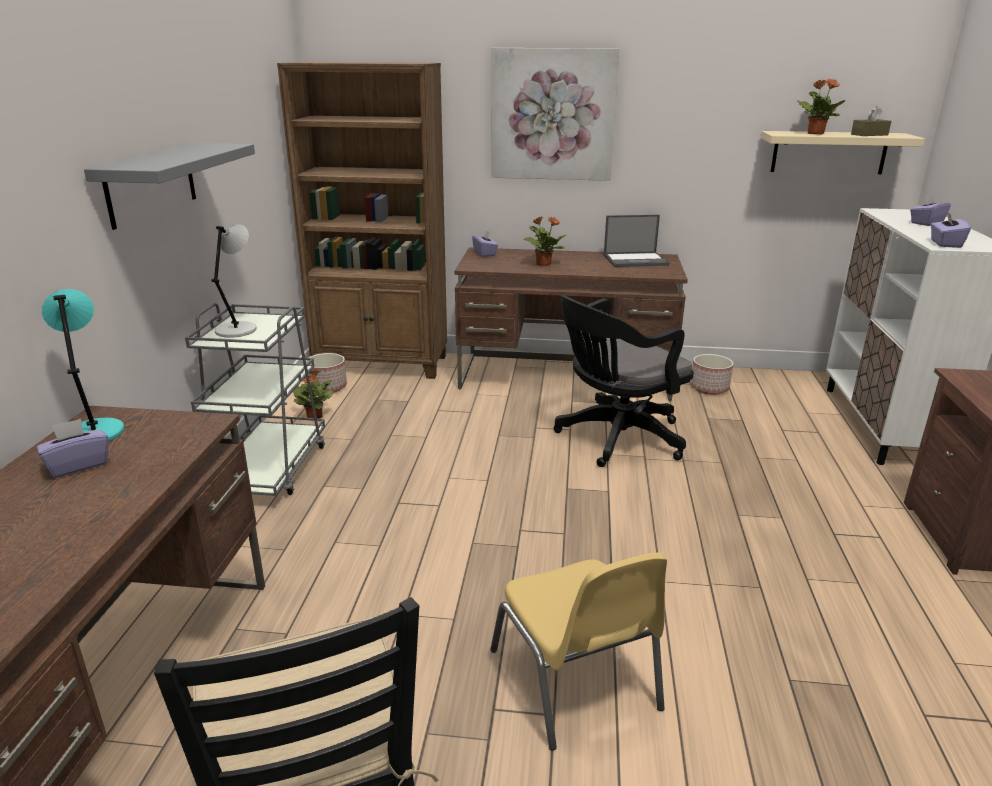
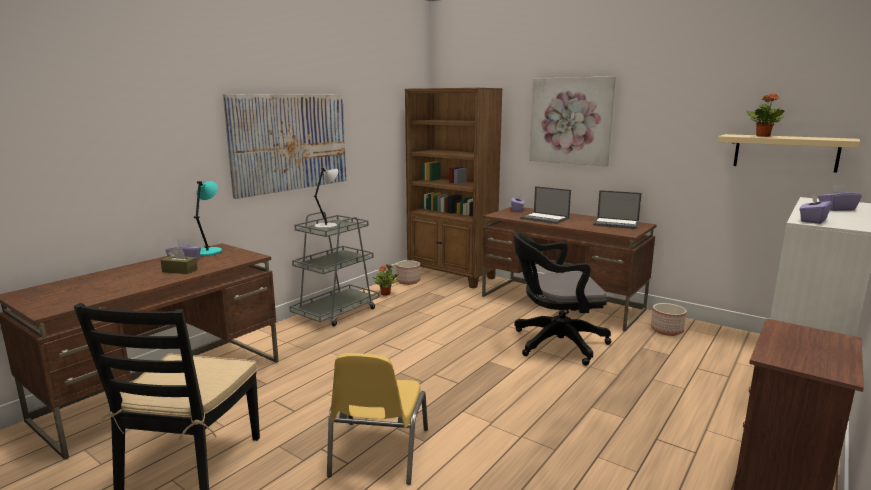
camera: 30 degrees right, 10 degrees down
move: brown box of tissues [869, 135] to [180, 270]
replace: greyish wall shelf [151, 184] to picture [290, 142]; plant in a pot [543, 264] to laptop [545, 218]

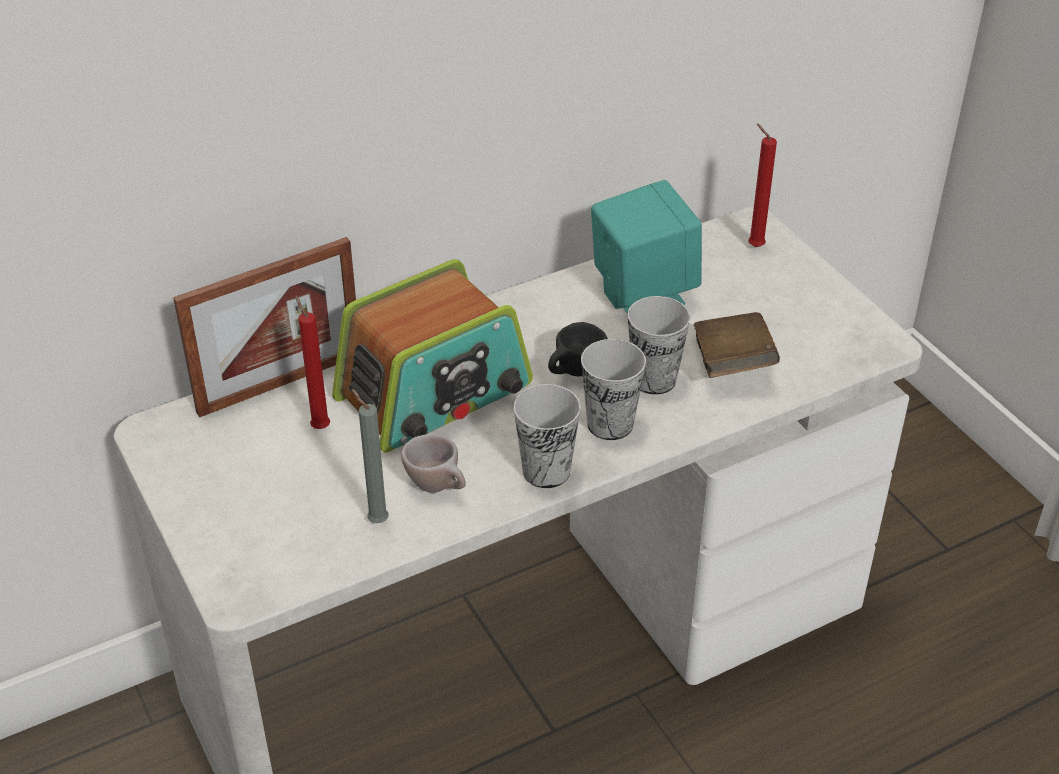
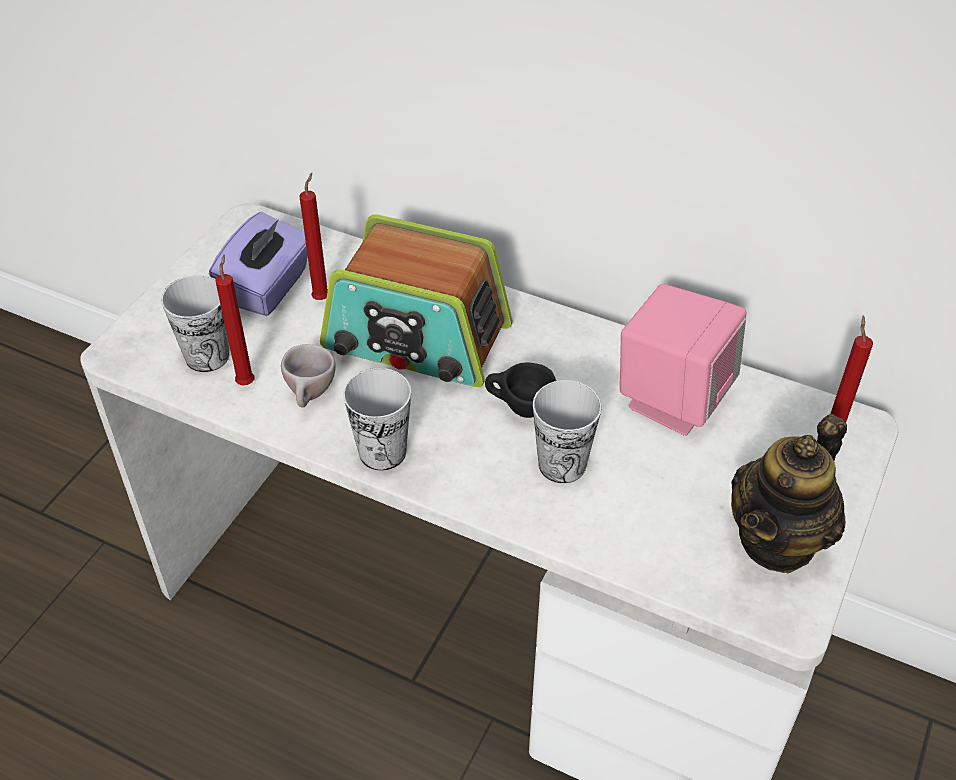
camera: 55 degrees right, 5 degrees up
delete: picture frame [280, 383]; brown volume [732, 364]
insert: purple box of tissues [267, 287]; teapot [778, 540]
move: small cup [610, 424] to [207, 356]
recolor: greyish wax light [375, 520] to red-coloured wax light [246, 381]; blue-green audio speaker [642, 292] to pinkish audio speaker [672, 398]

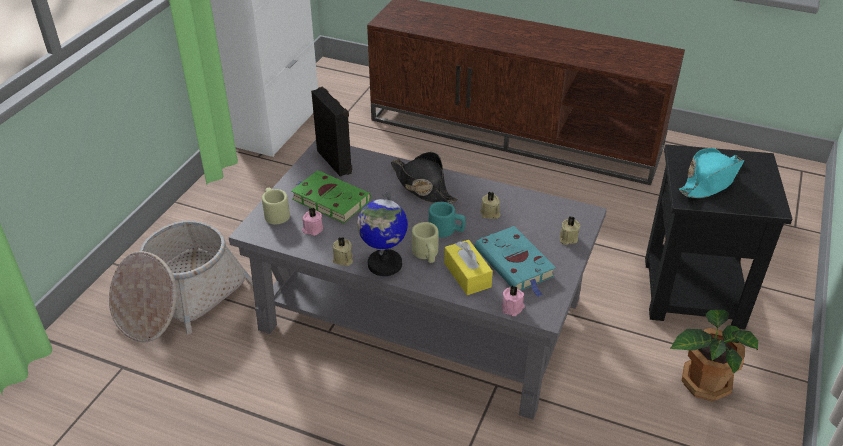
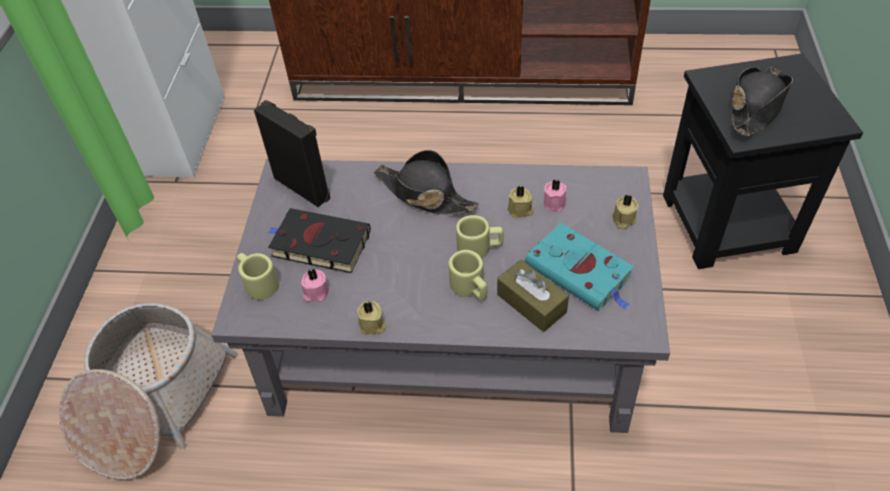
camera: 15 degrees left, 10 degrees up
delete: world globe [384, 264]; plant in a pot [703, 382]
move: pinkish wax light [513, 308] to [555, 203]
recolor: green volume [329, 199] to black volume [318, 244]; blue-green tea mug [446, 230] to beige-coloured tea mug [480, 247]; yellowish box of tissues [467, 275] to brown box of tissues [531, 303]; blue-green clothing hat [710, 181] to black clothing hat [756, 107]

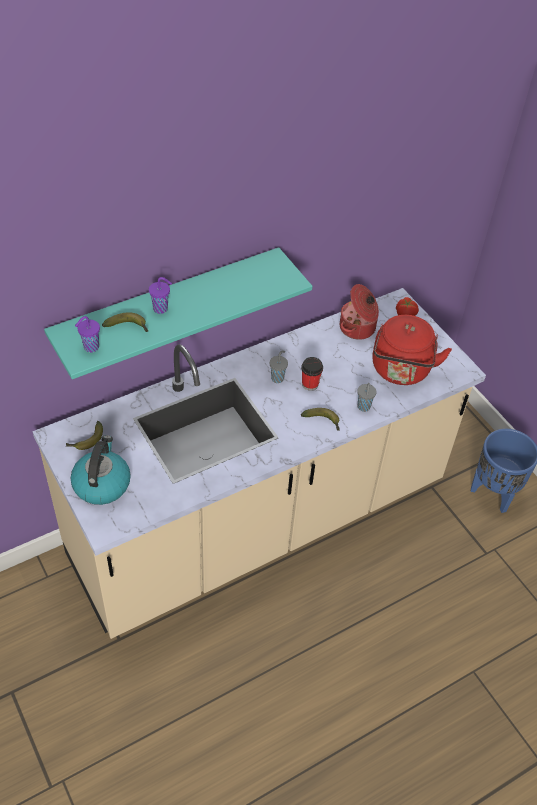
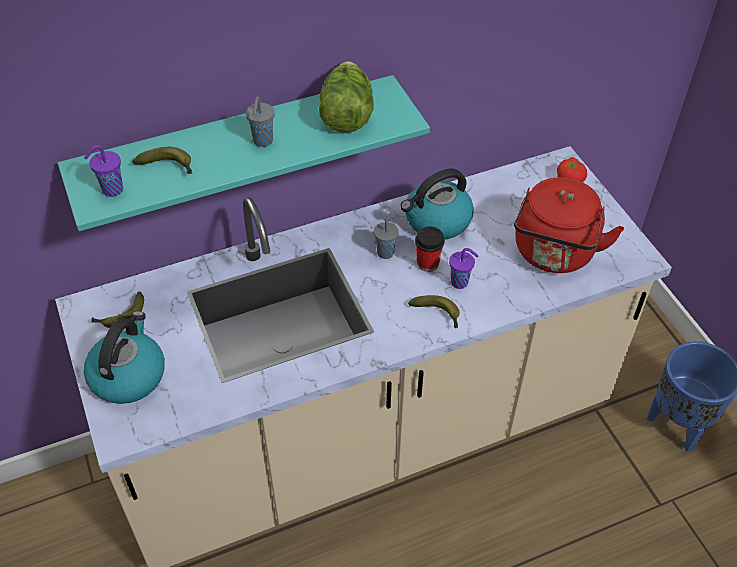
camera: 10 degrees right, 0 degrees up
delete: saucepot [358, 328]
insert: head of lettuce [346, 113]; kettle [436, 221]
move: purple small cup [161, 309] to [460, 282]; greyish small cup [363, 407] to [262, 141]

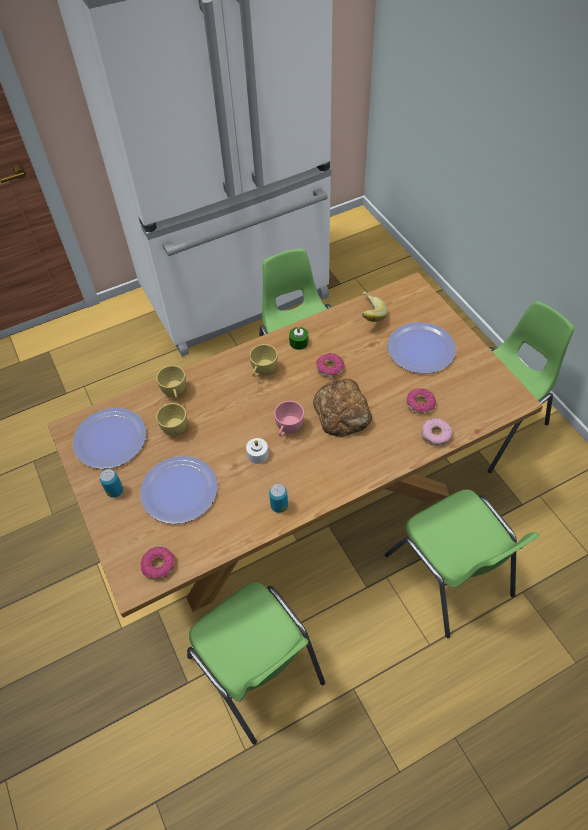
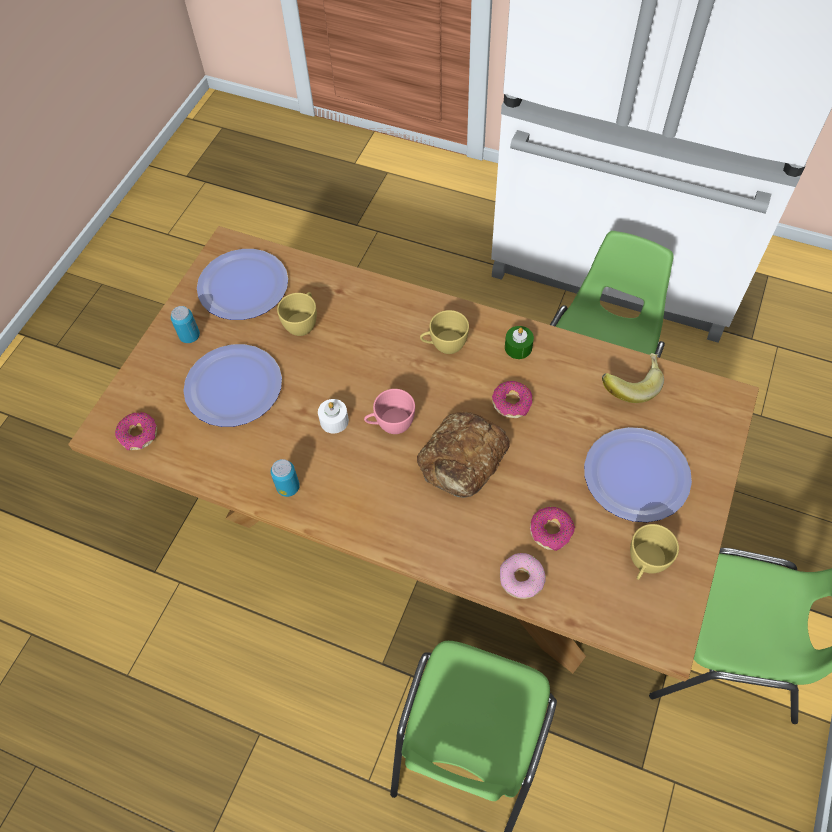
camera: 50 degrees right, 5 degrees up
delete: green chair [257, 671]
move: yellowish small cup [175, 394] to [645, 564]

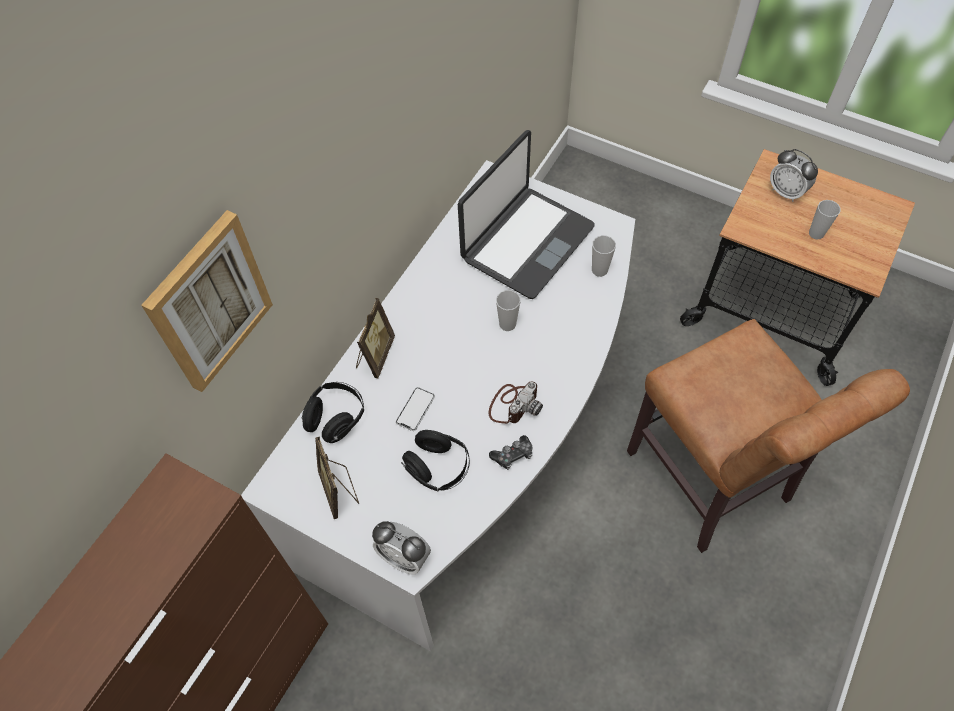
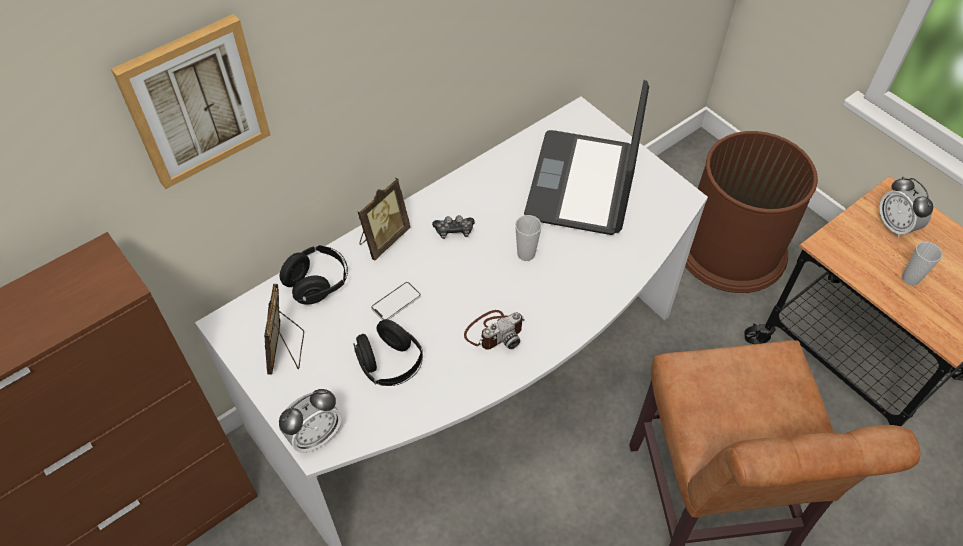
camera: 20 degrees right, 5 degrees down
delete: small cup [599, 270]
insert: brown rubbish bin [731, 248]
move: joypad [513, 455] to [454, 231]
rotate: table clock [404, 557] = [315, 436] 90 degrees counterclockwise; laptop [526, 242] = [583, 184] 135 degrees clockwise

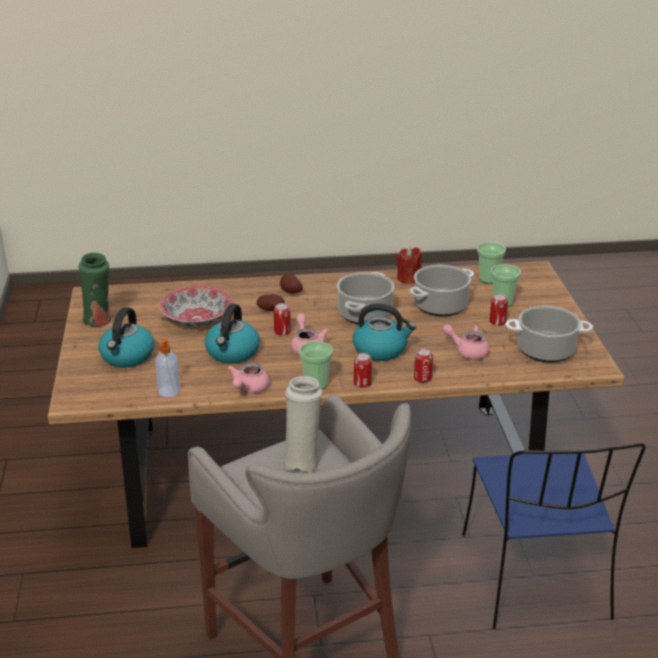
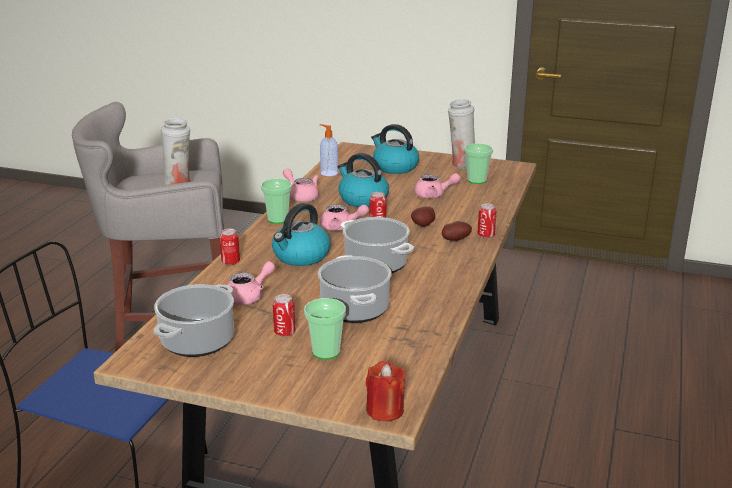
camera: 115 degrees right, 5 degrees down
move: metal can [362, 384] to [486, 235]; red-coloured wax light [408, 278] to [385, 410]; small cup [488, 279] to [476, 180]
replace: bowl [196, 319] to pinkish teapot [434, 195]
recolor: green decorative vase [99, 321] to white decorative vase [461, 164]

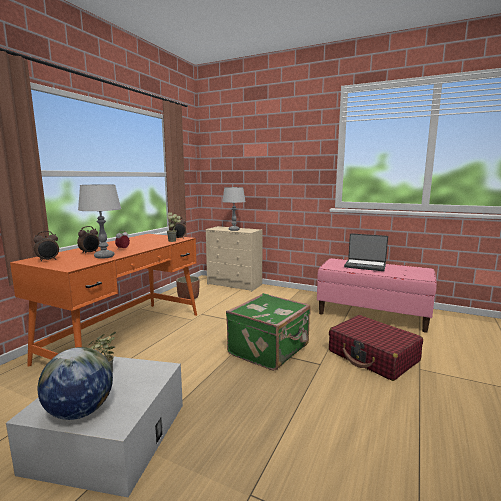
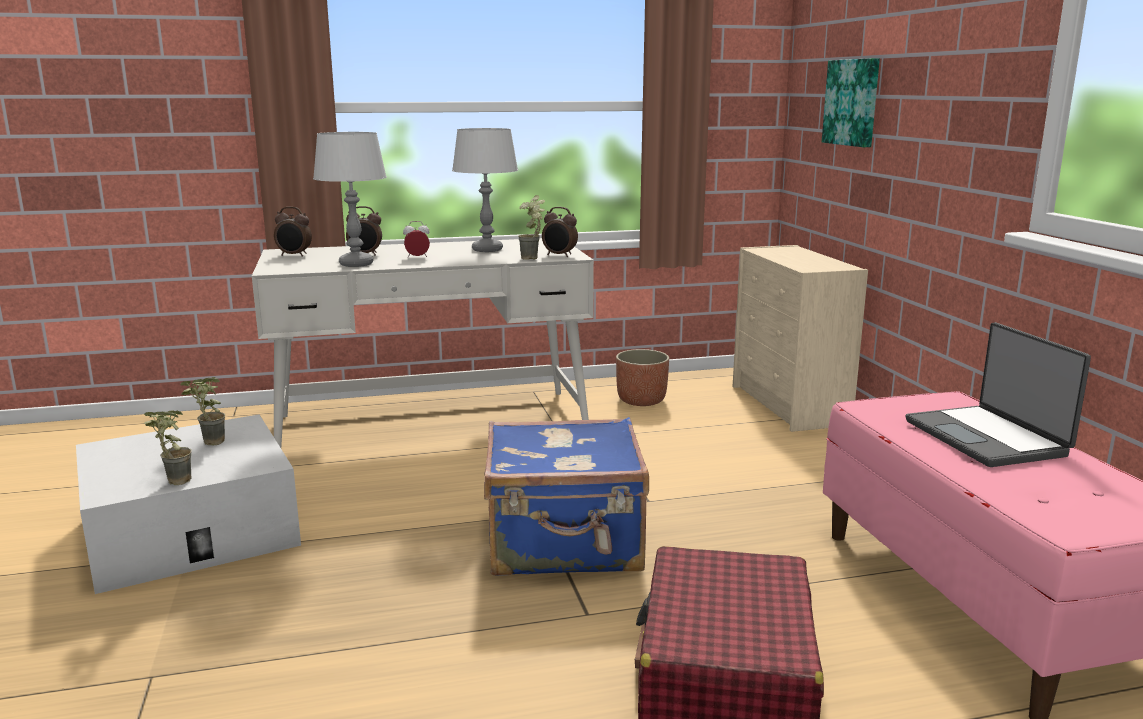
camera: 50 degrees right, 5 degrees up
delete: world globe [80, 411]
insert: plant in a pot [172, 482]; picture [853, 102]
move: greyish lamp for a table [234, 230] to [487, 250]
recolor: orangey desk unit [126, 336] to white desk unit [432, 425]; green suitcase [270, 350] to blue-coloured suitcase [565, 545]

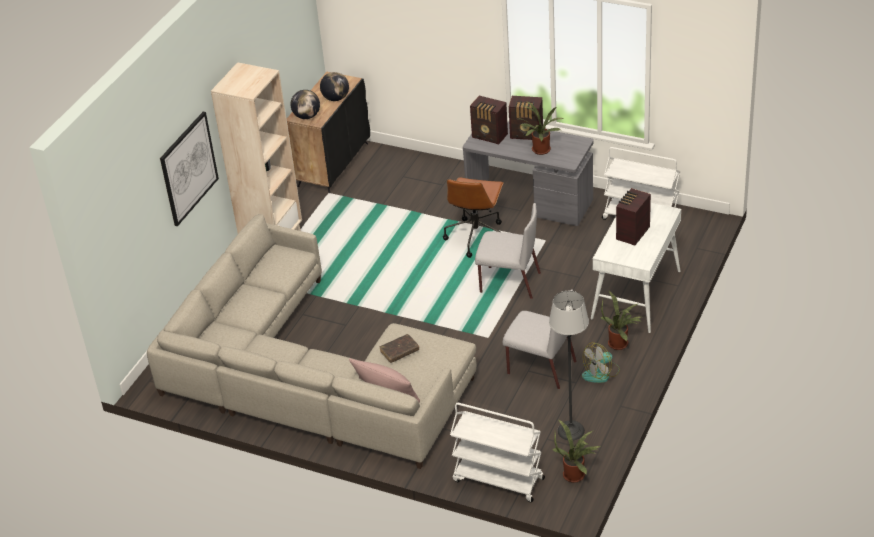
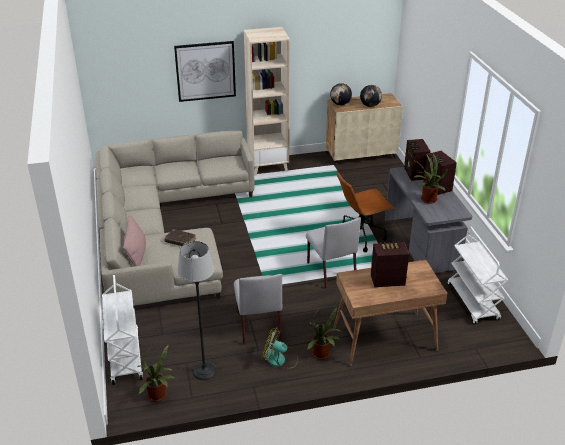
camera: 50 degrees right, 5 degrees down
recolor: black storage cabinet [333, 164] to beige-coloured storage cabinet [361, 155]; white desk unit [636, 295] to brown desk unit [384, 339]

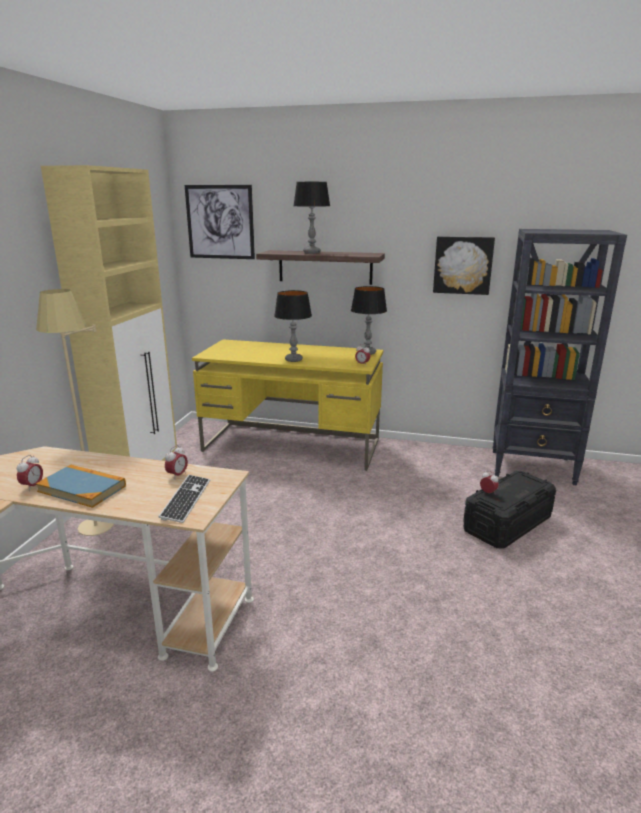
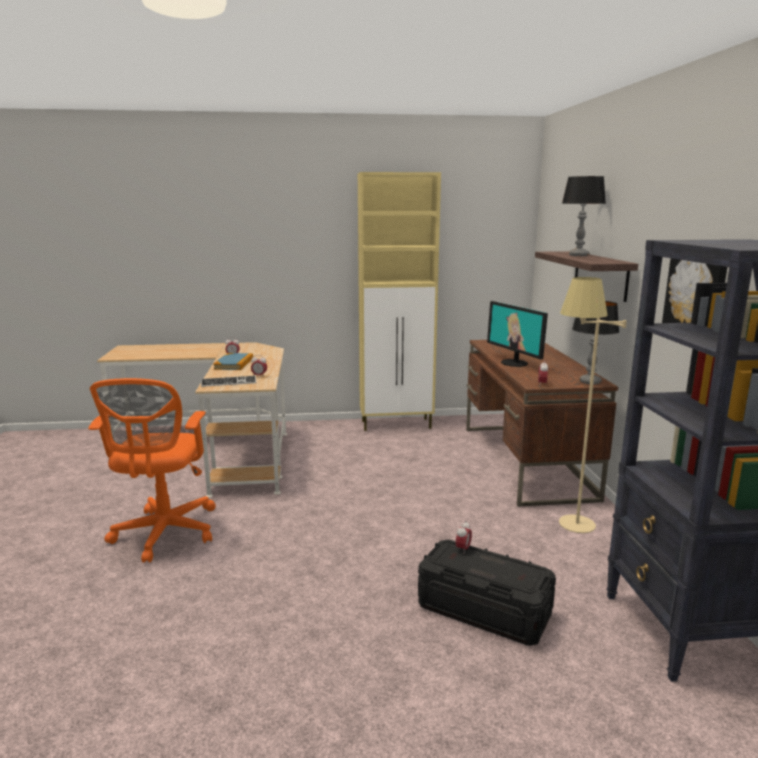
camera: 70 degrees right, 5 degrees down
delete: picture [220, 222]
insert: orangey desk chair [164, 534]
move: beige-coloured standing lamp [98, 533] to [570, 530]
replace: lamp for a table [294, 359] to monitor [514, 363]
recolor: yellowish desk unit [292, 445] to brown desk unit [525, 462]

